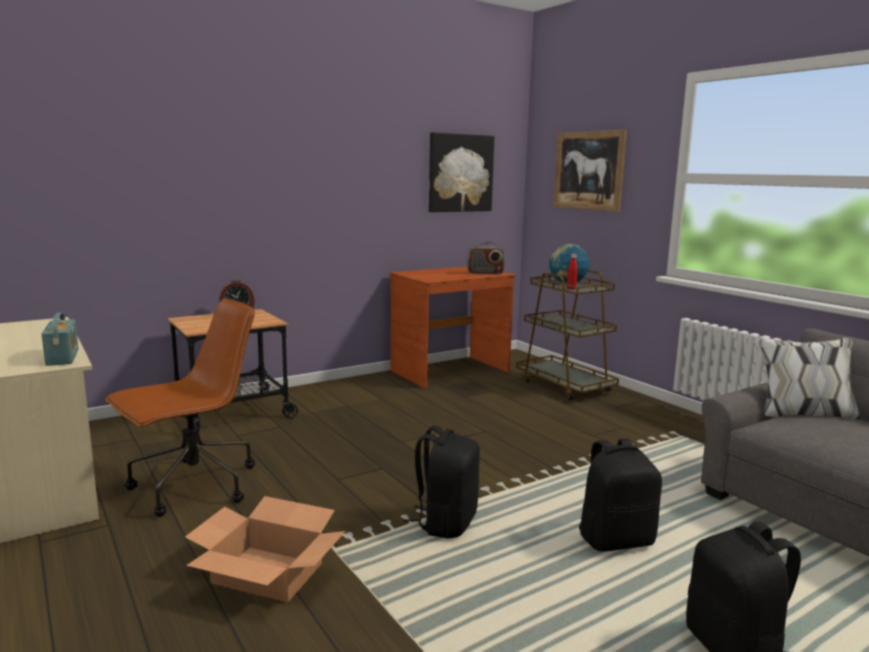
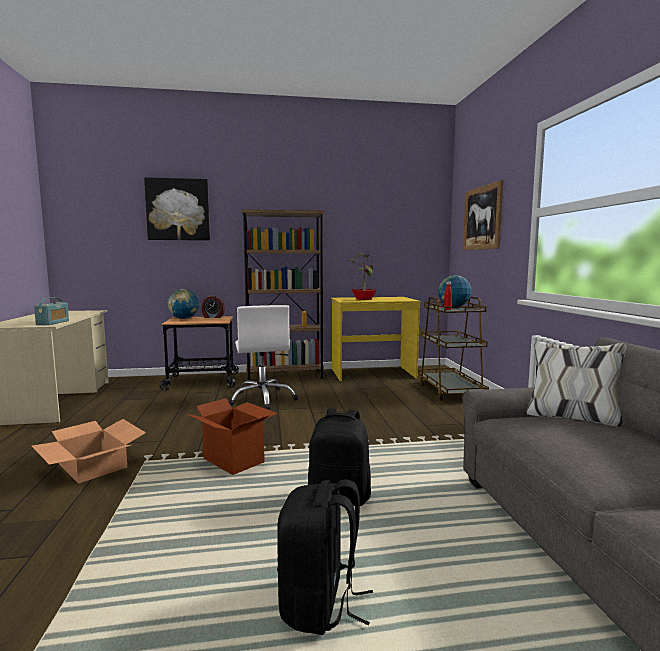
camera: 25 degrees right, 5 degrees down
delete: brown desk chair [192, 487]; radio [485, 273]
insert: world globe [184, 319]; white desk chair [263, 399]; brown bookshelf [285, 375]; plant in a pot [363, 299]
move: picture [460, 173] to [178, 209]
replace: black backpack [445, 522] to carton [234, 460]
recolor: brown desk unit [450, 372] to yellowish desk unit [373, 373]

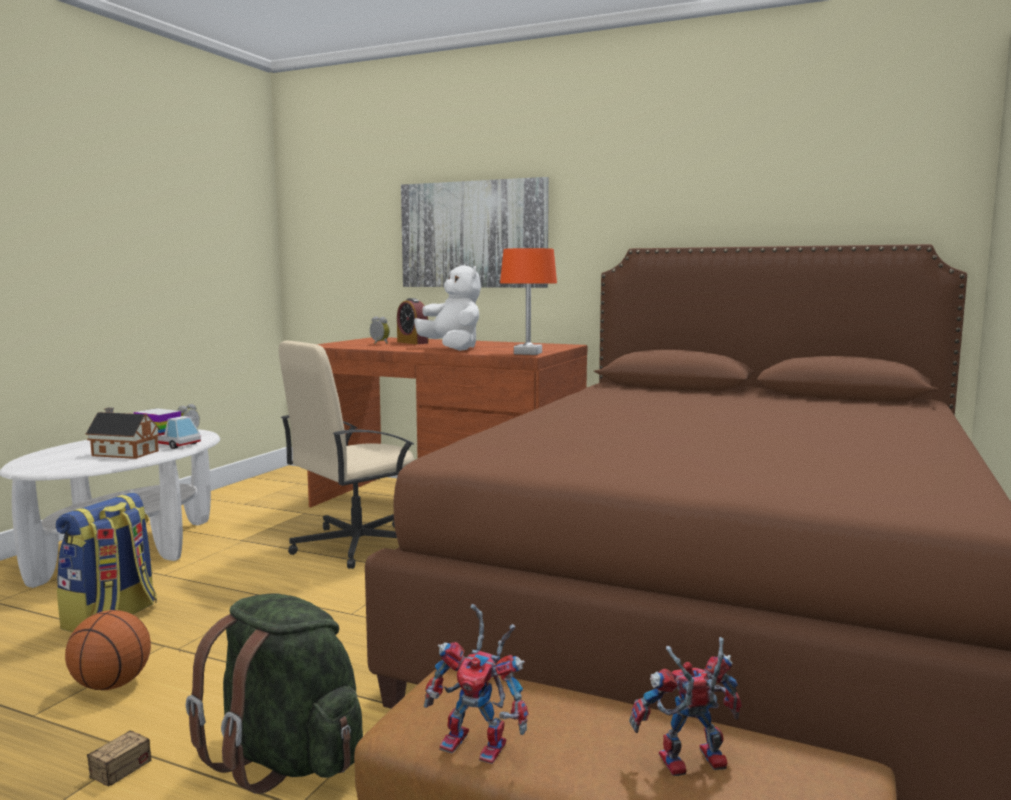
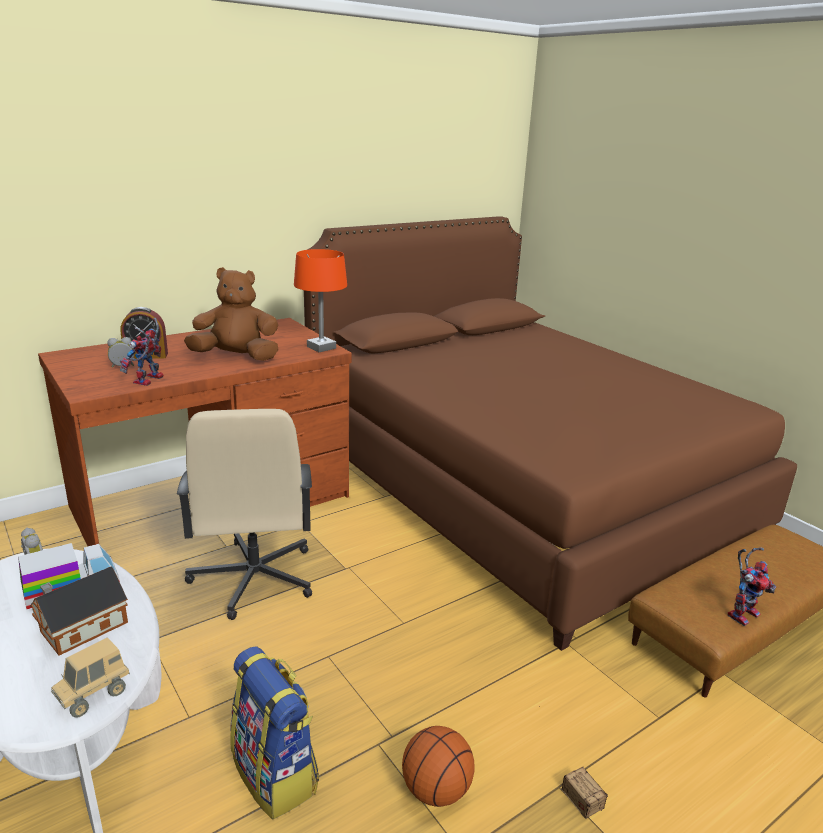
camera: 60 degrees left, 15 degrees up
delete: green backpack [286, 758]; picture [473, 234]
insert: model truck [94, 696]
move: robot figure [688, 765] to [148, 381]
recolor: white soft toy [452, 348] to brown soft toy [236, 357]

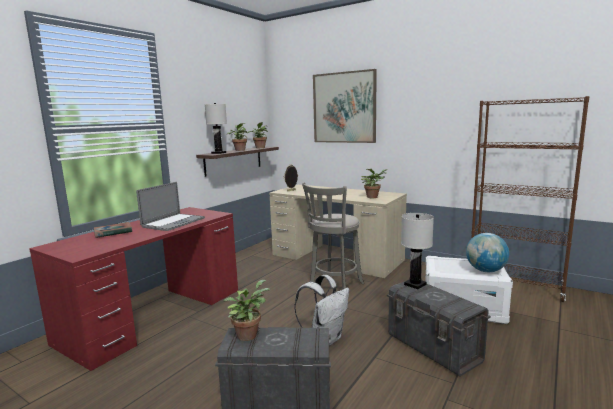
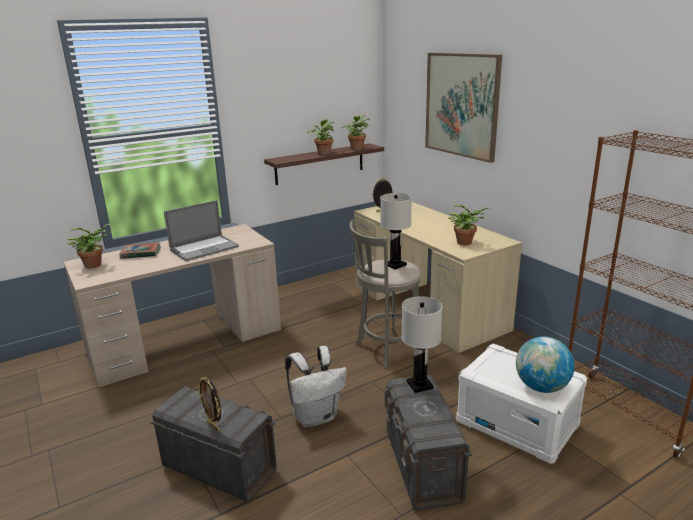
camera: 25 degrees right, 10 degrees up
insert: picture frame [214, 426]
move: white lamp for a table [218, 153] to [395, 265]; plant in a pot [248, 334] to [95, 264]
recolor: red-coloured desk unit [156, 314] to beige-coloured desk unit [186, 340]

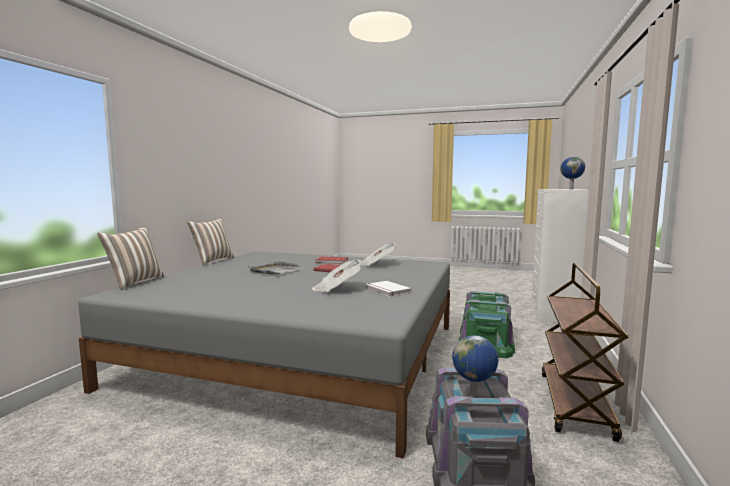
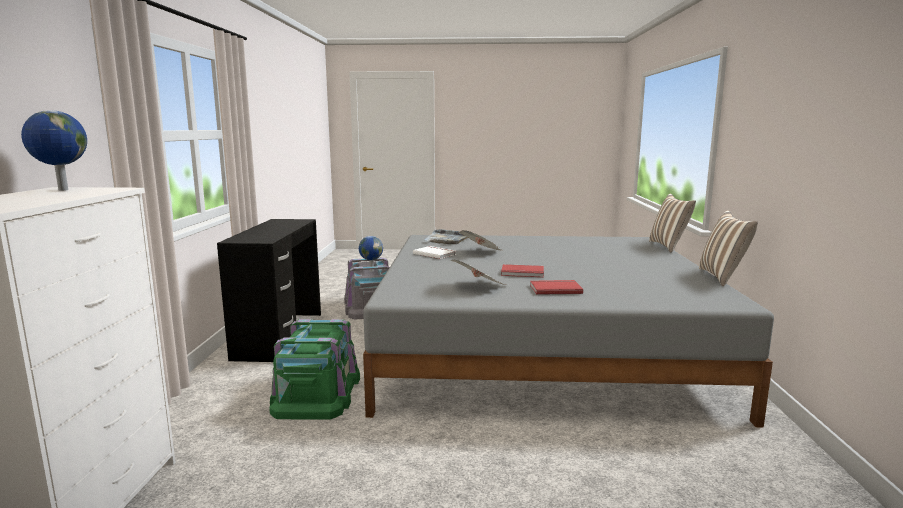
camera: 165 degrees right, 5 degrees up
move: greyish tray [276, 270] to [447, 239]
replace: brown cart [575, 405] to black desk unit [279, 335]

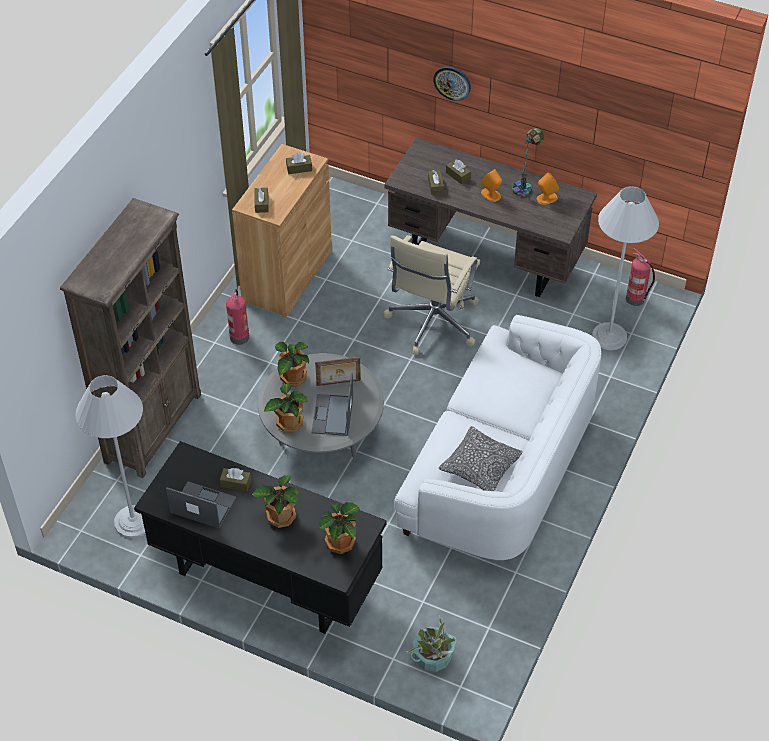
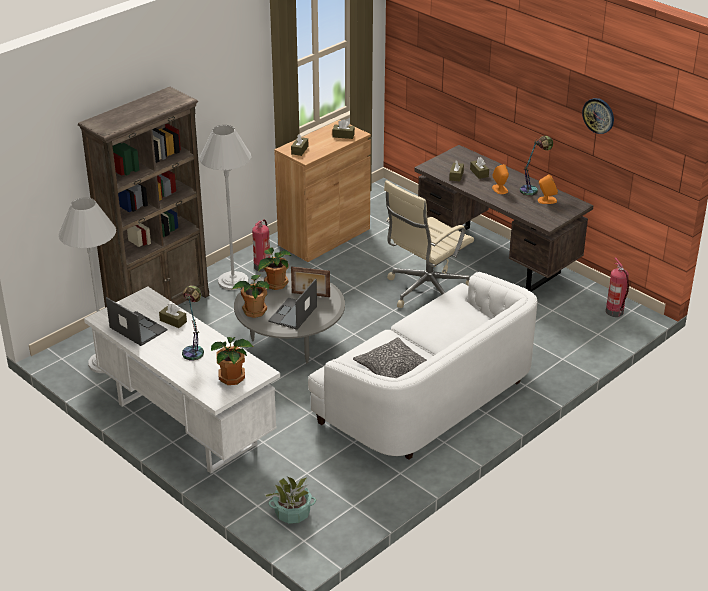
camera: 20 degrees right, 15 degrees down
move: wall clock [452, 82] to [598, 115]; white standing lamp [609, 336] to [233, 281]
replace: plant in a pot [280, 516] to lamp for a table [194, 349]
recolor: black desk unit [265, 578] to white desk unit [185, 424]

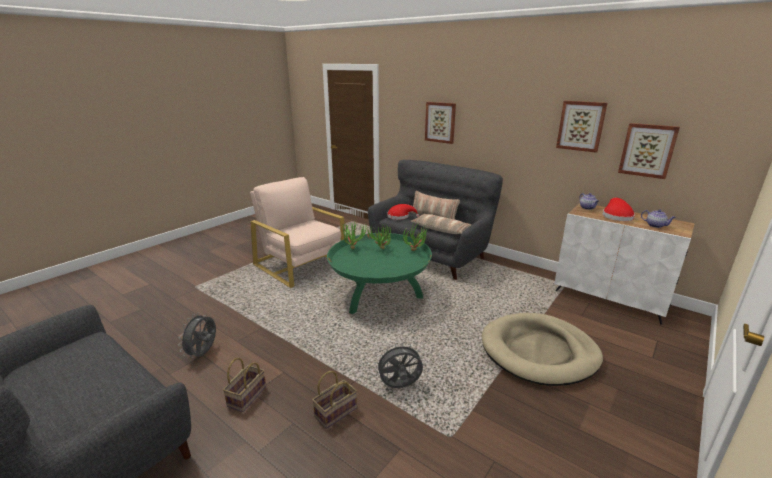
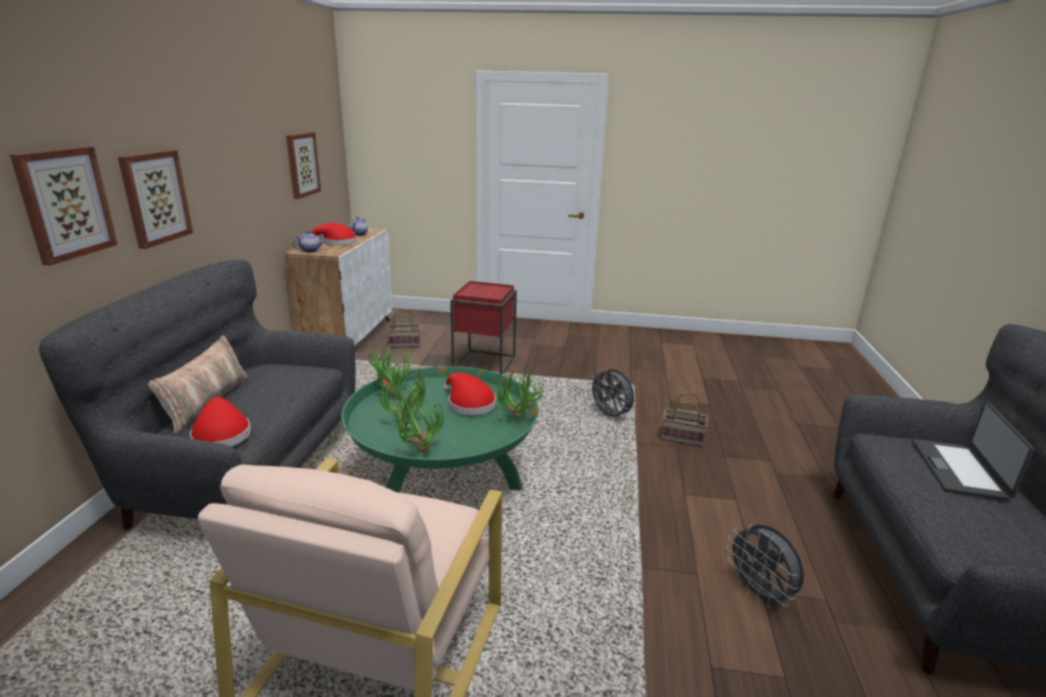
camera: 120 degrees left, 0 degrees up
delete: cushion [441, 229]
insert: red-coloured clothing hat [469, 404]; plant in a pot [518, 420]; laptop [960, 469]
move: storage basket [247, 397] to [405, 344]; picture [581, 126] to [155, 197]
replace: beige-coloured dog cushion [539, 352] to red-coloured side table [484, 363]
rotate: greyish fan [203, 353] = [759, 593] 75 degrees clockwise

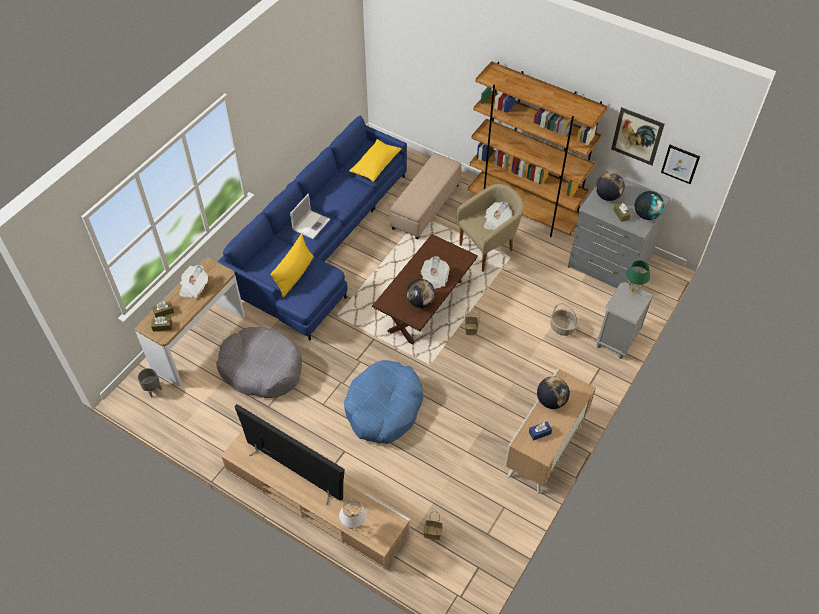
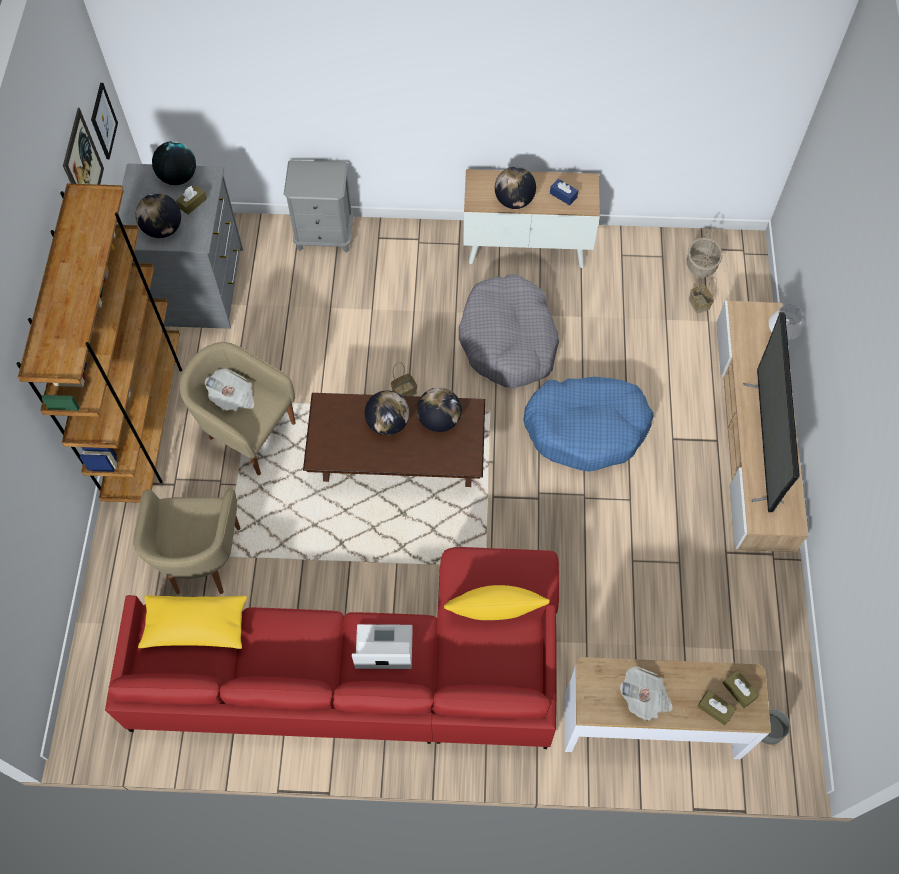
camera: 120 degrees left, 10 degrees up
delete: green lamp for a table [632, 291]
move: greyish dog cushion [261, 369] to [508, 340]; storage basket [562, 327] to [701, 264]
replace: beige-coloured footrest [425, 206] to beige-coloured lounge chair [202, 561]; printed paper [434, 279] to world globe [388, 423]
recolor: blue-coloured sofa [320, 244] to red-coloured sofa [367, 671]

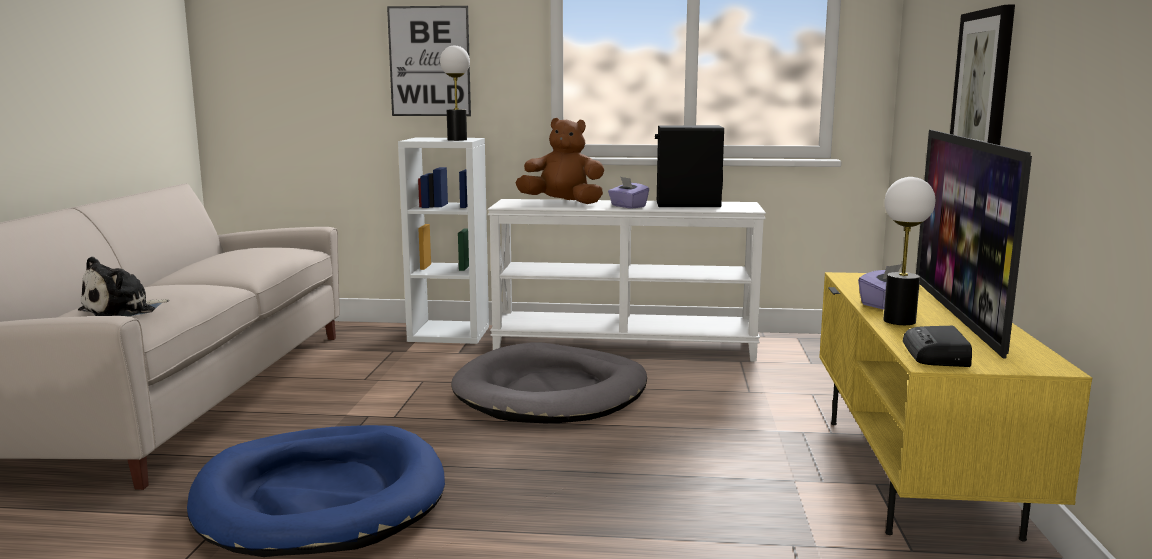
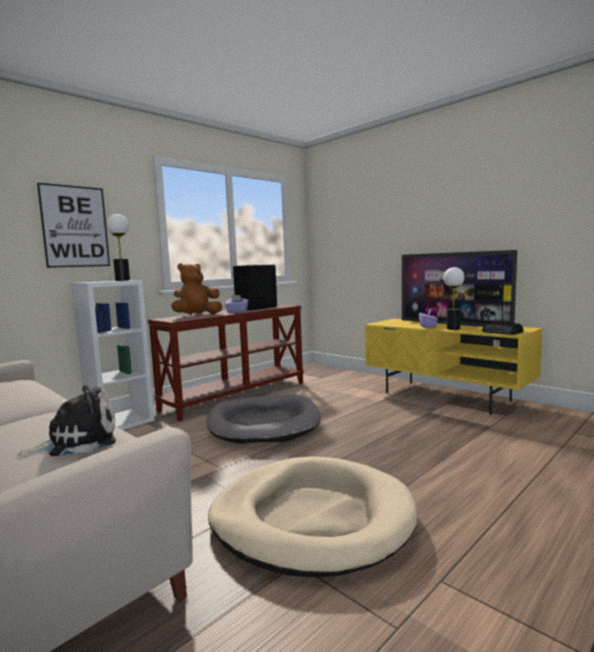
camera: 50 degrees left, 5 degrees down
delete: picture [983, 85]
recolor: blue-coloured dog cushion [321, 498] to beige-coloured dog cushion [311, 519]; white hall table [625, 346] to brown hall table [236, 396]
rotate: soft toy [123, 311] = [78, 441] 105 degrees counterclockwise

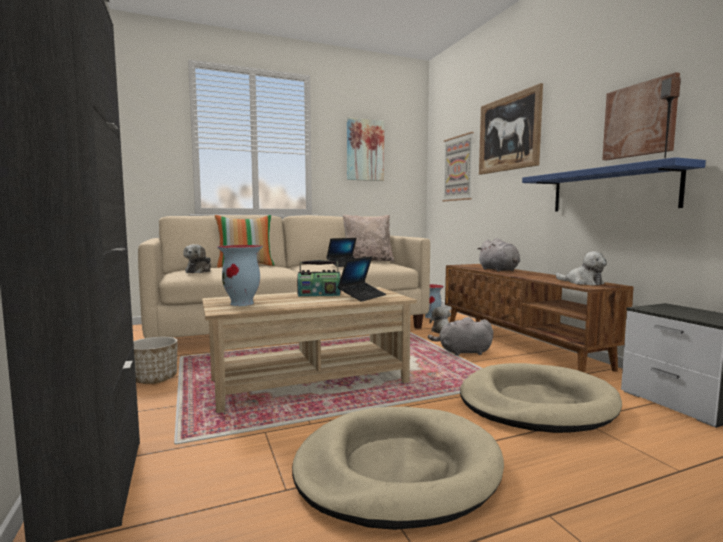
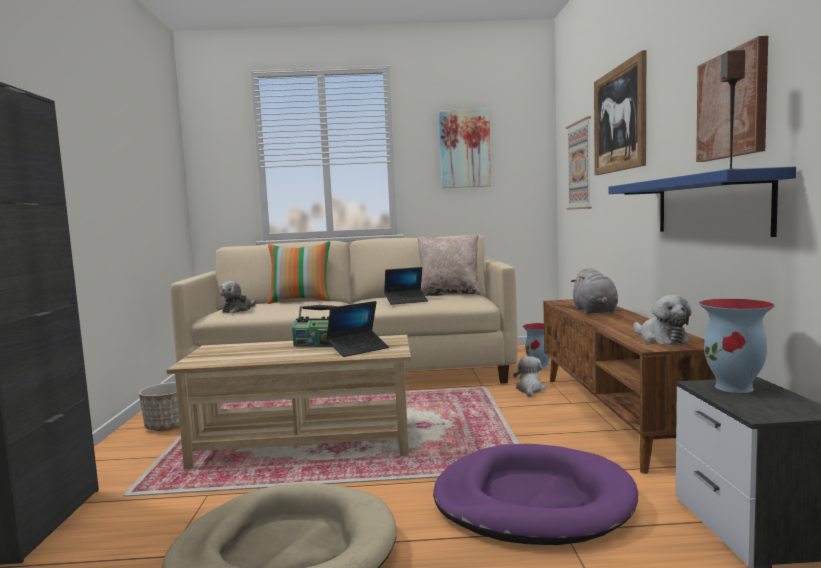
camera: 20 degrees right, 0 degrees up
delete: greyish soft toy [462, 352]
move: decorative vase [243, 303] to [735, 387]
recolor: beige-coloured dog cushion [536, 403] to purple dog cushion [532, 501]

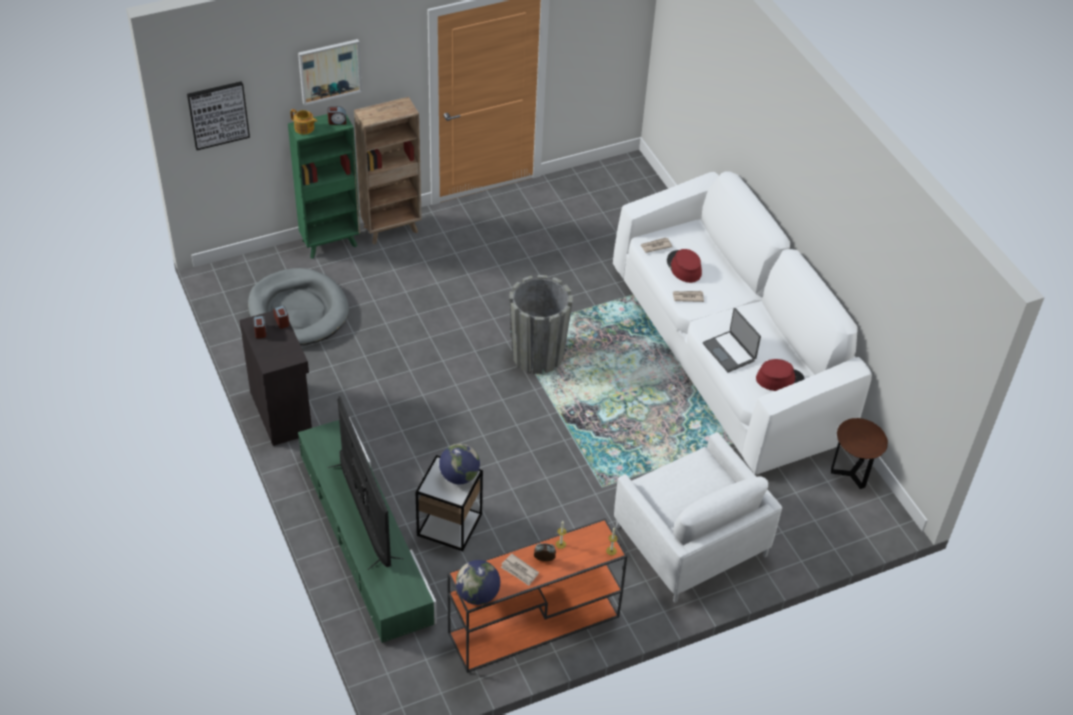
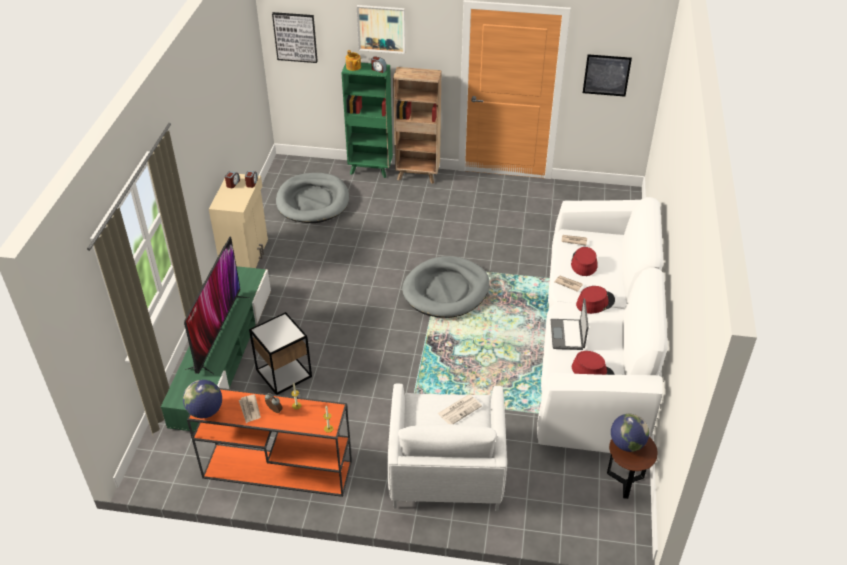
camera: 35 degrees right, 5 degrees down
insert: printed paper [460, 409]; red-coloured clothing hat [595, 302]; picture [606, 75]
move: world globe [459, 476] to [626, 444]
replace: greyish flower pot [537, 355] to greyish dog cushion [446, 290]
recolor: black storage cabinet [282, 412] to beige-coloured storage cabinet [246, 256]

